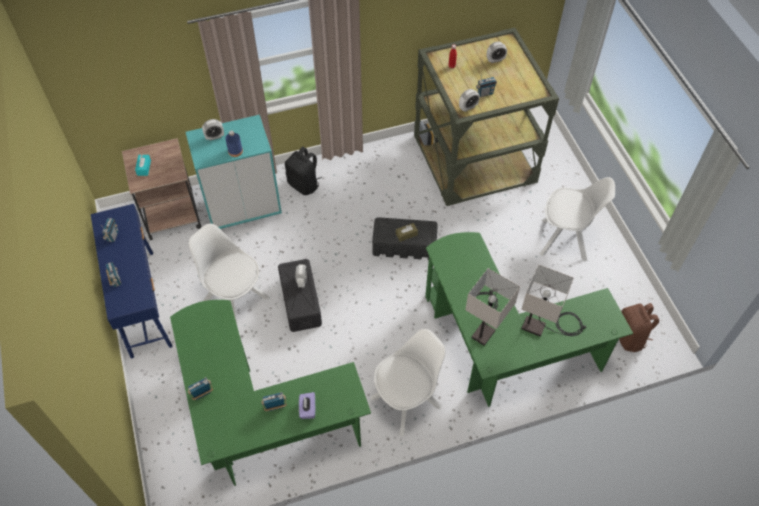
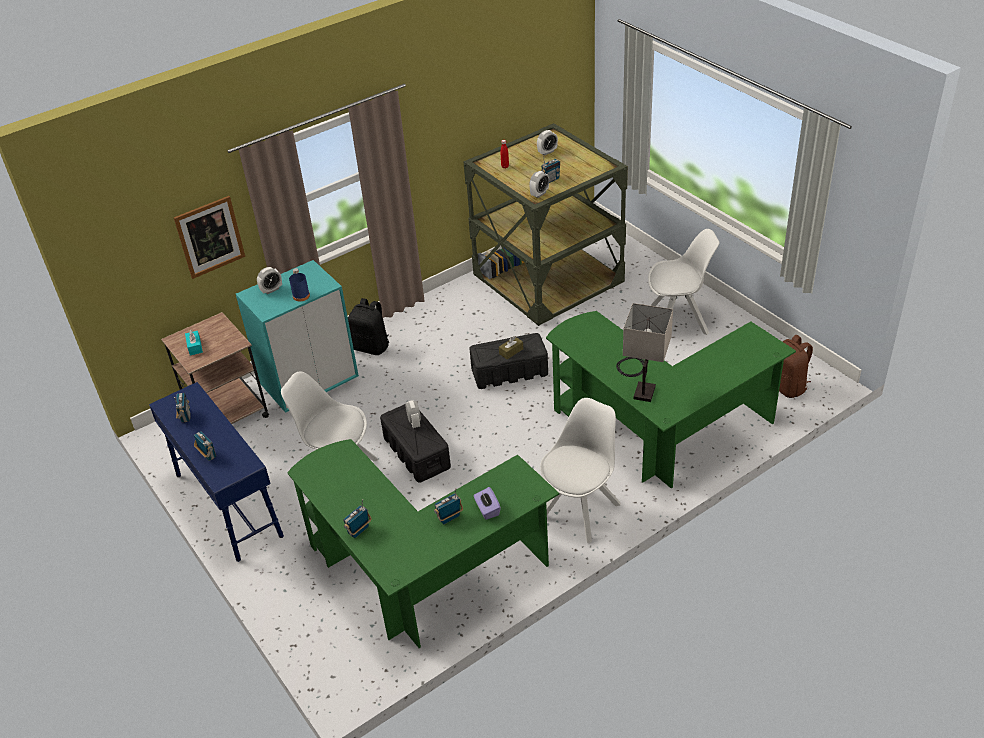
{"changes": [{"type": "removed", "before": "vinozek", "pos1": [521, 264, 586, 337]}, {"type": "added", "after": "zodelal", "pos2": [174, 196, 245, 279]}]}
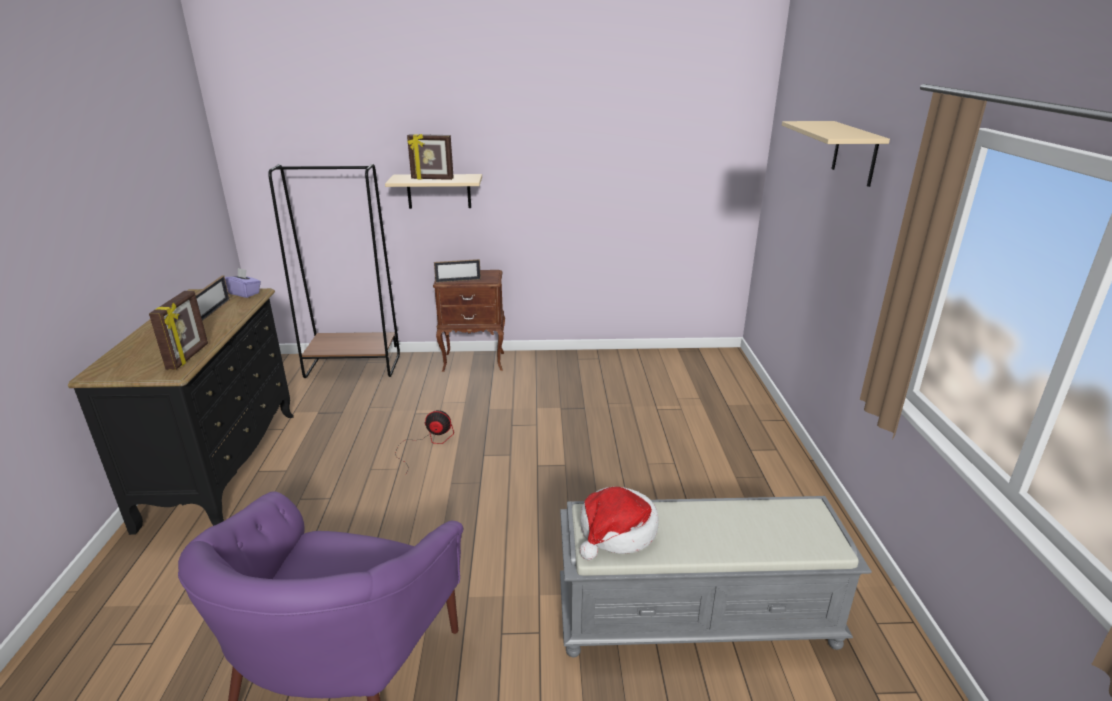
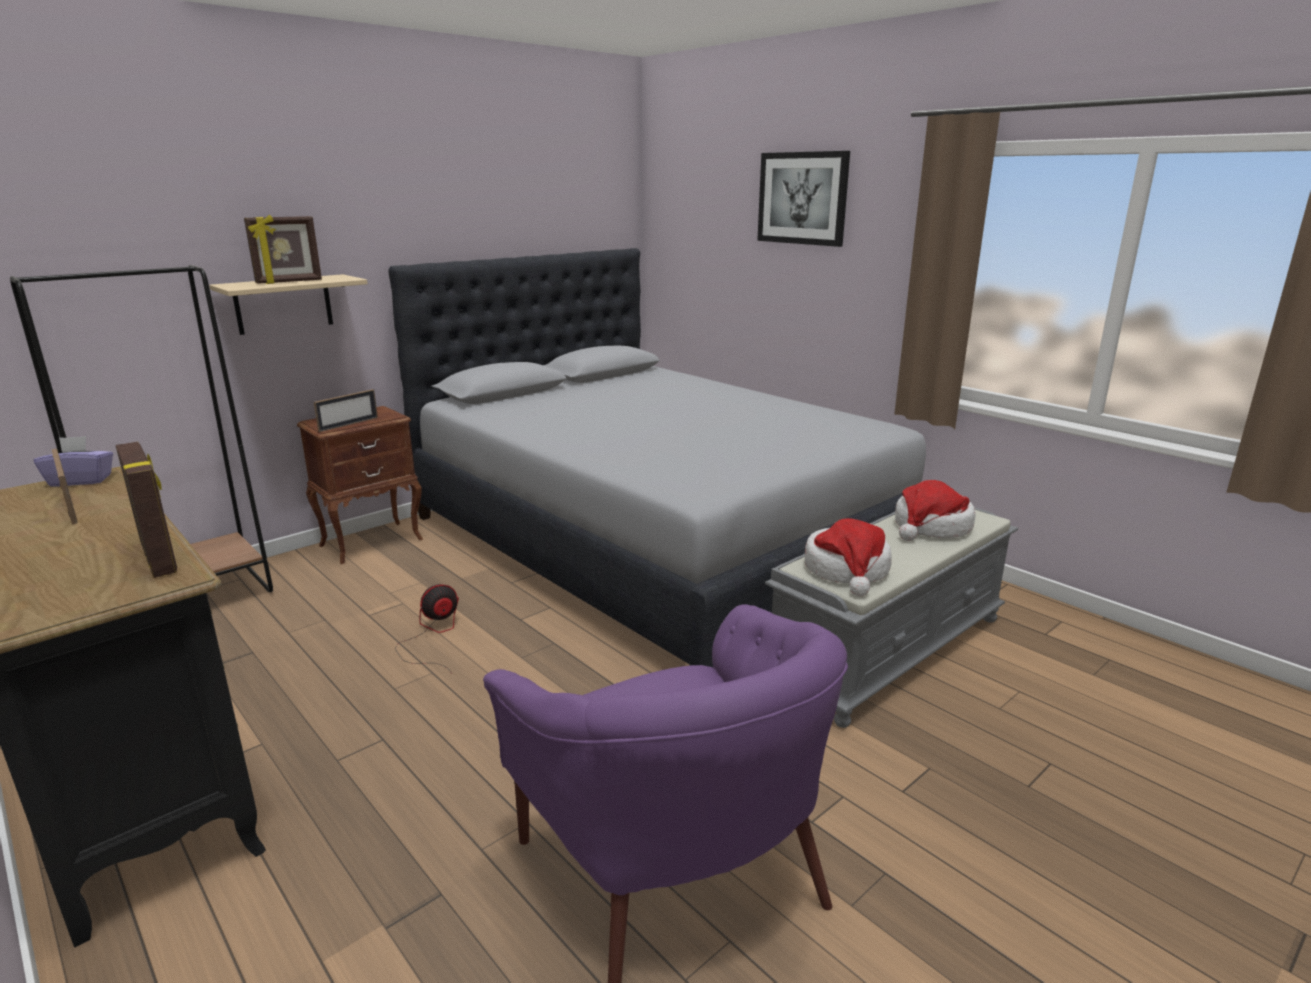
{"changes": [{"type": "replaced", "before": "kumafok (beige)", "after": "zodelal", "pos1": [782, 121, 890, 187], "pos2": [757, 151, 850, 247]}, {"type": "added", "after": "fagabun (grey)", "pos2": [389, 248, 926, 667]}, {"type": "added", "after": "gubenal", "pos2": [895, 480, 976, 541]}]}
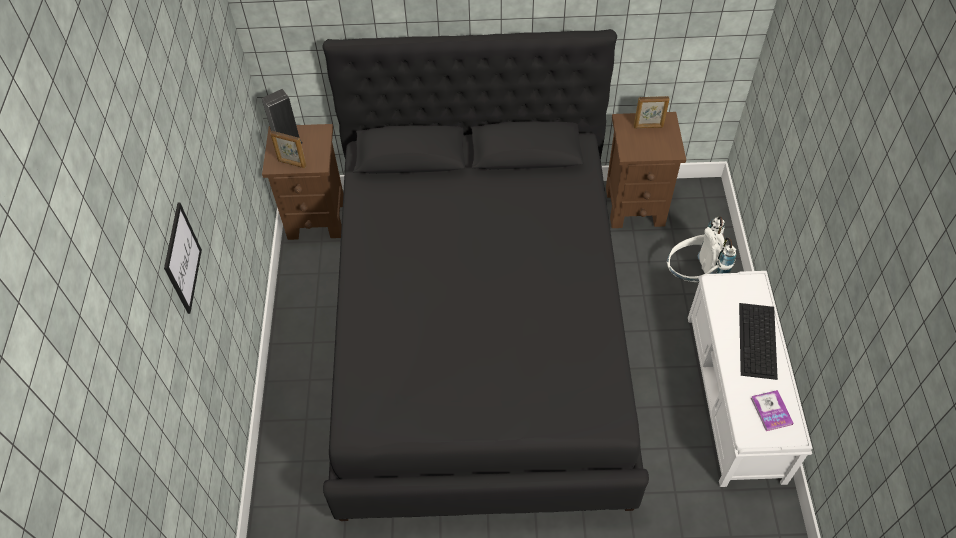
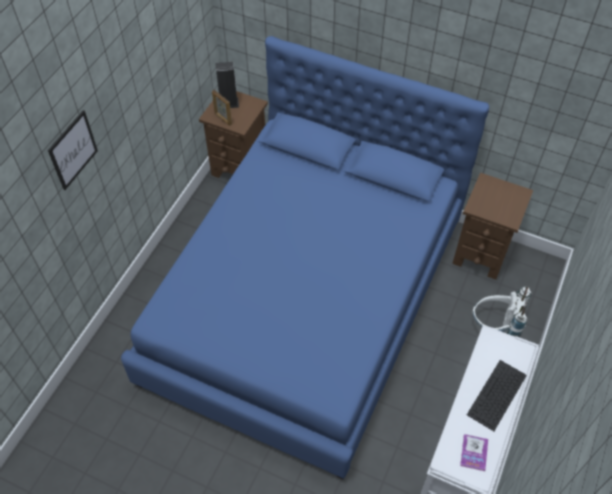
{"changes": [{"type": "recoloured", "before": "fagabun (black)", "after": "fagabun (blue)", "pos1": [322, 29, 649, 521], "pos2": [121, 36, 489, 479]}, {"type": "removed", "before": "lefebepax", "pos1": [634, 96, 670, 128]}]}
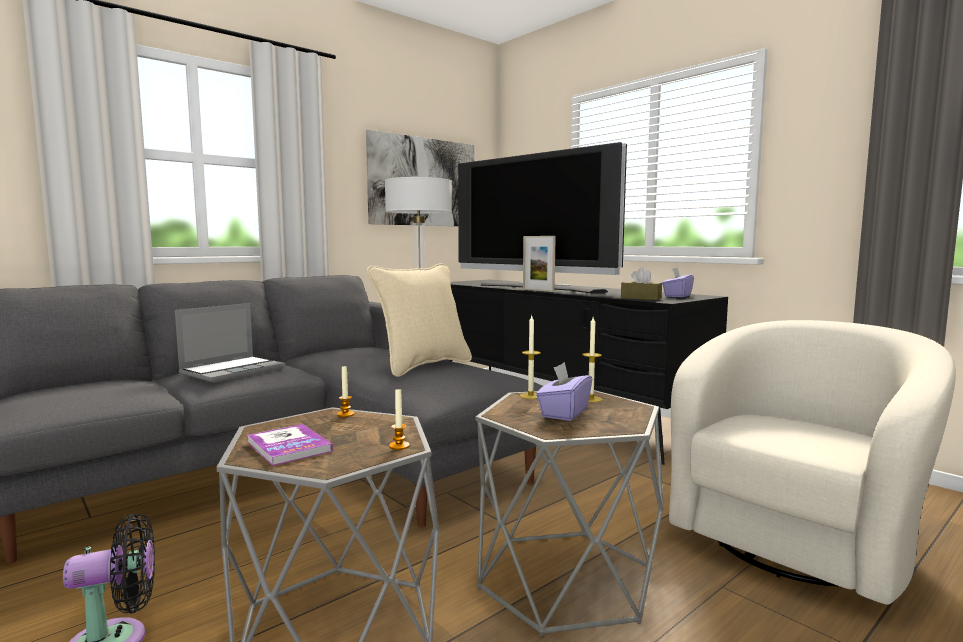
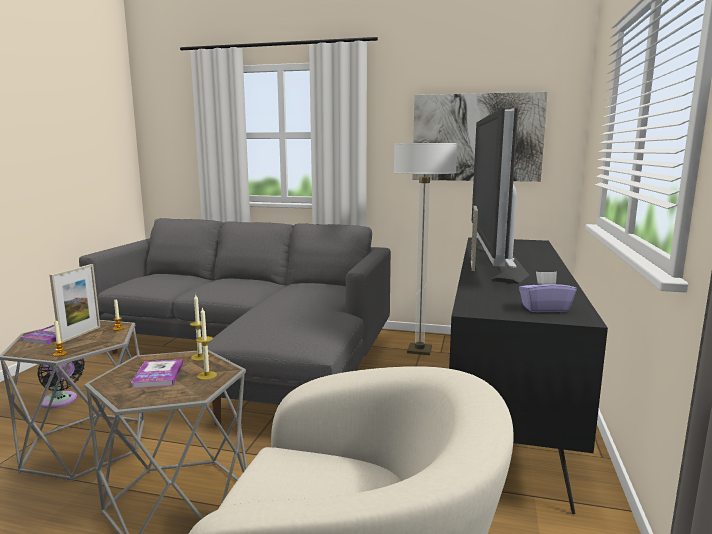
{"changes": [{"type": "removed", "before": "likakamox", "pos1": [175, 303, 285, 383]}, {"type": "removed", "before": "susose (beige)", "pos1": [367, 263, 472, 377]}, {"type": "replaced", "before": "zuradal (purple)", "after": "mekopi", "pos1": [536, 362, 592, 421], "pos2": [131, 359, 183, 388]}, {"type": "removed", "before": "zuradal (brown)", "pos1": [621, 267, 662, 300]}, {"type": "added", "after": "lefebepax", "pos2": [49, 264, 100, 342]}]}
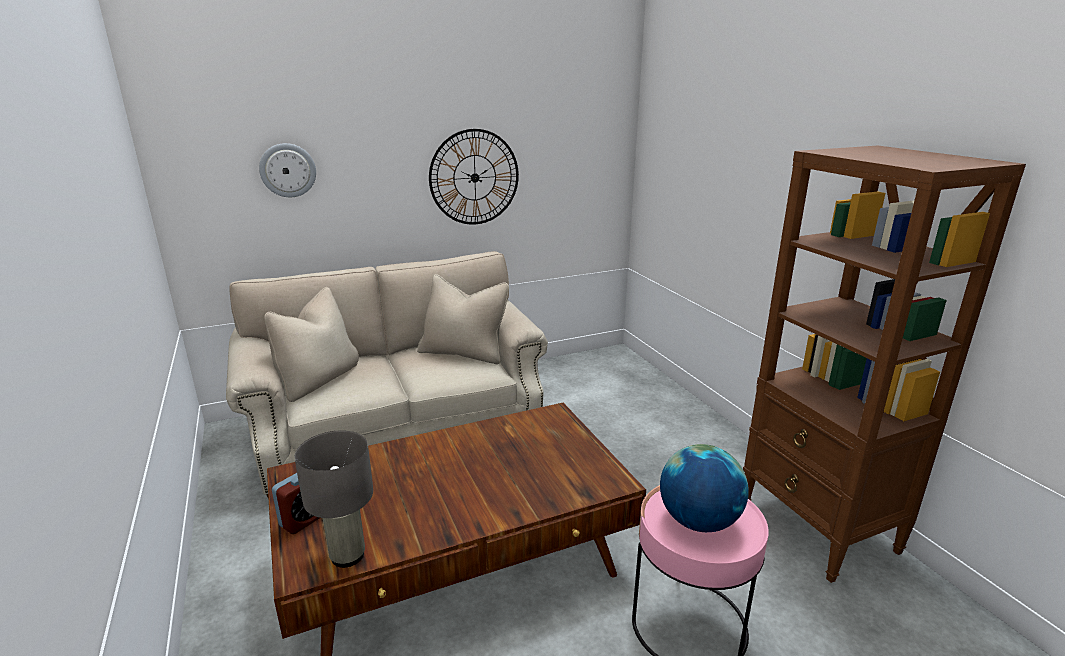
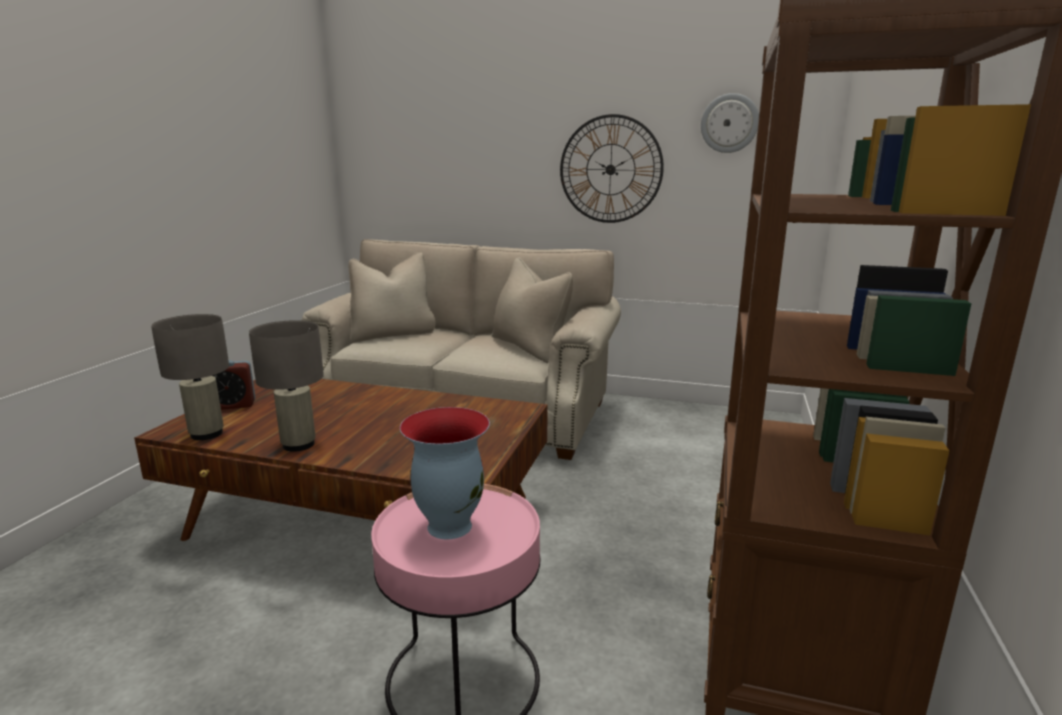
{"changes": [{"type": "moved", "before": "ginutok", "pos1": [259, 143, 316, 197], "pos2": [701, 93, 759, 153]}, {"type": "replaced", "before": "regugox", "after": "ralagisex", "pos1": [660, 444, 749, 532], "pos2": [400, 407, 490, 539]}, {"type": "added", "after": "vinozek (grey)", "pos2": [249, 320, 324, 452]}]}
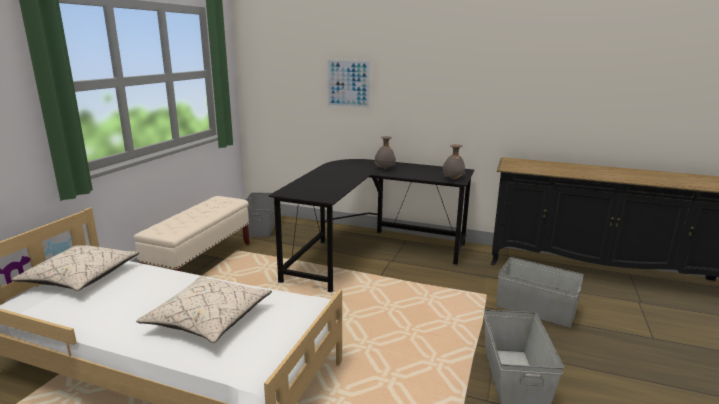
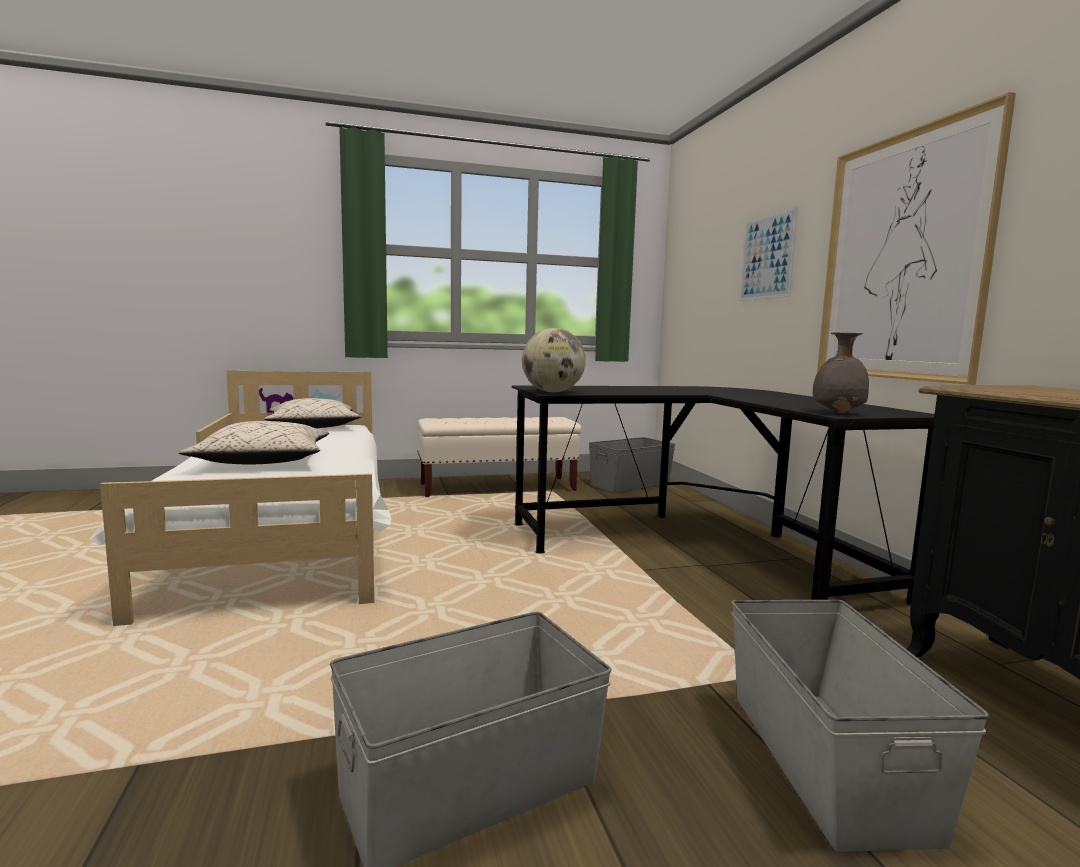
{"changes": [{"type": "removed", "before": "ralagisex (grey)", "pos1": [375, 136, 396, 169]}, {"type": "added", "after": "regugox", "pos2": [522, 328, 586, 392]}, {"type": "added", "after": "zodelal", "pos2": [817, 92, 1016, 385]}]}
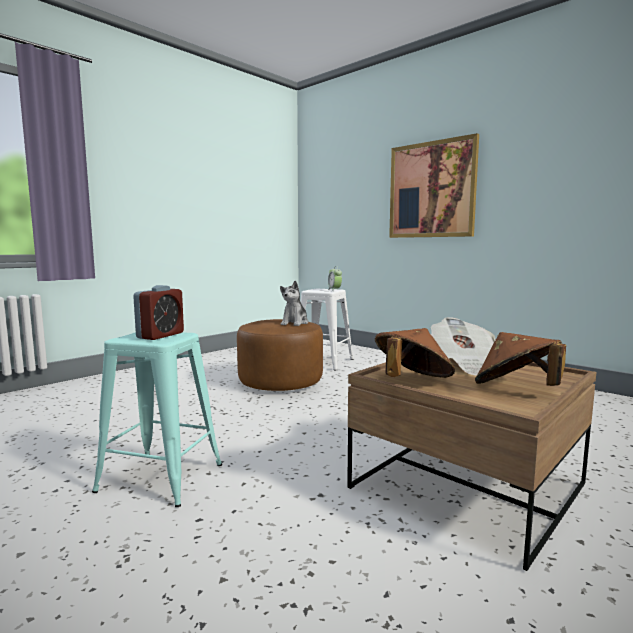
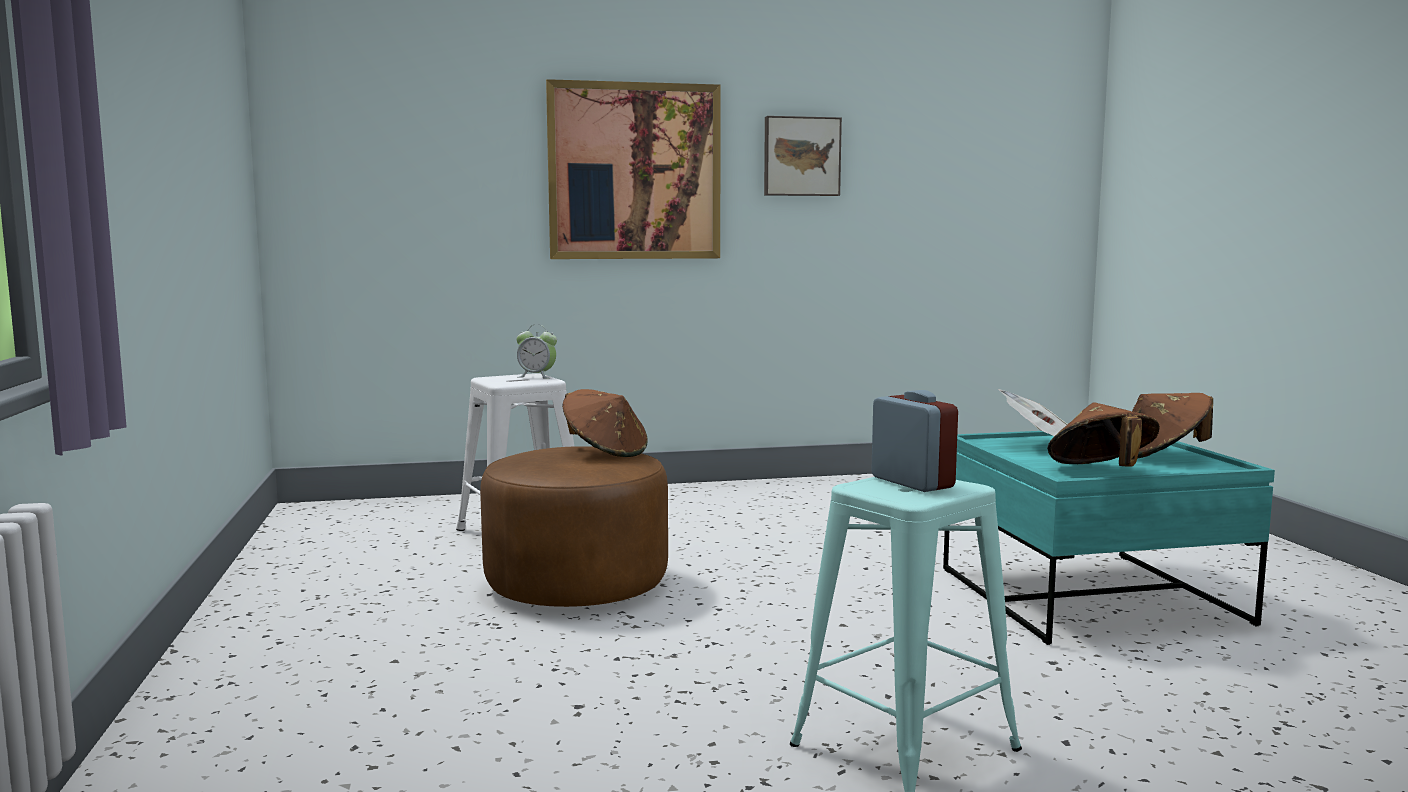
{"changes": [{"type": "replaced", "before": "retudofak", "after": "gubenal (brown)", "pos1": [280, 281, 308, 326], "pos2": [562, 389, 648, 457]}, {"type": "recoloured", "before": "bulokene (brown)", "after": "bulokene (turquoise)", "pos1": [347, 358, 597, 571], "pos2": [943, 431, 1275, 645]}, {"type": "added", "after": "zodelal", "pos2": [764, 116, 842, 196]}]}
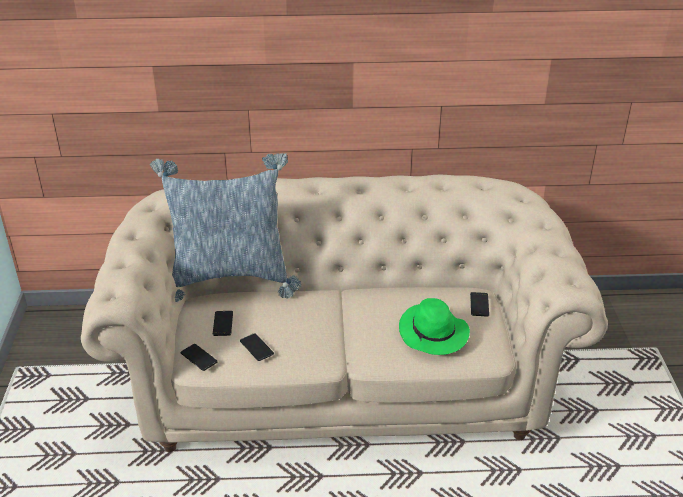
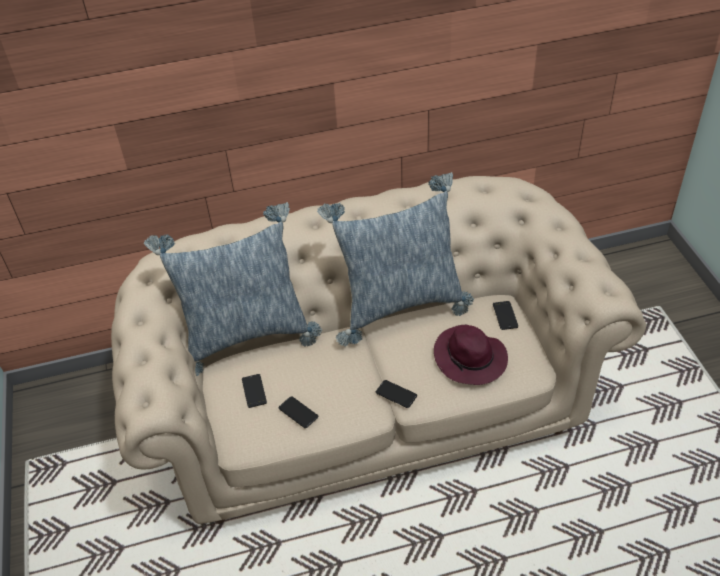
{"changes": [{"type": "moved", "before": "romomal", "pos1": [181, 344, 218, 371], "pos2": [376, 380, 417, 408]}, {"type": "recoloured", "before": "gubenal (green)", "after": "gubenal (purple)", "pos1": [399, 298, 470, 355], "pos2": [434, 325, 508, 385]}, {"type": "added", "after": "susose", "pos2": [317, 172, 474, 346]}]}
